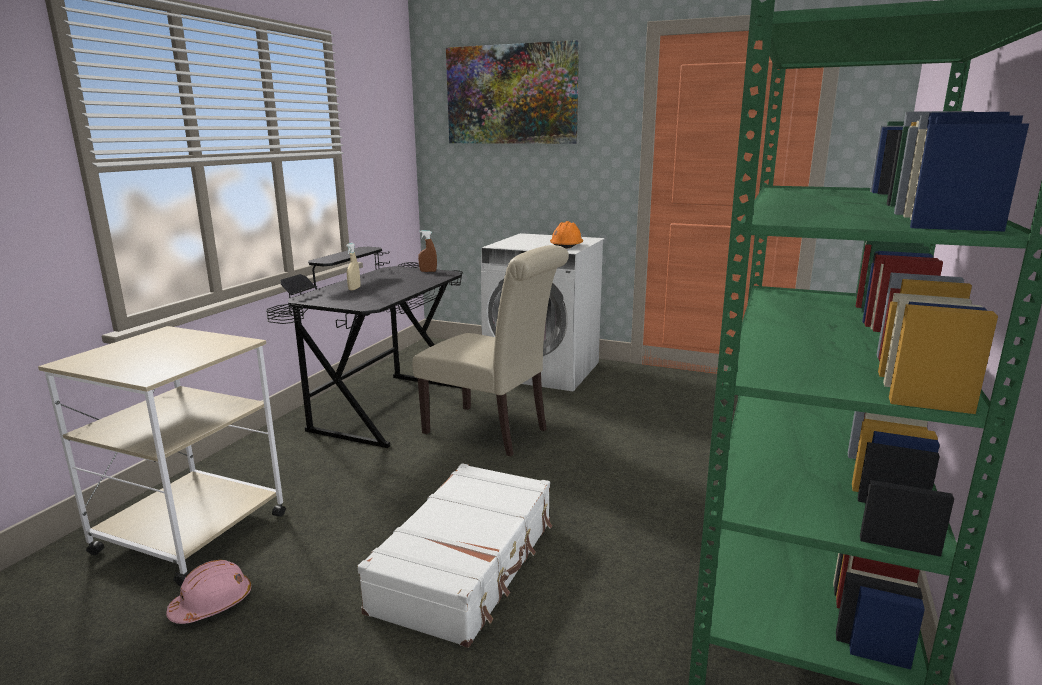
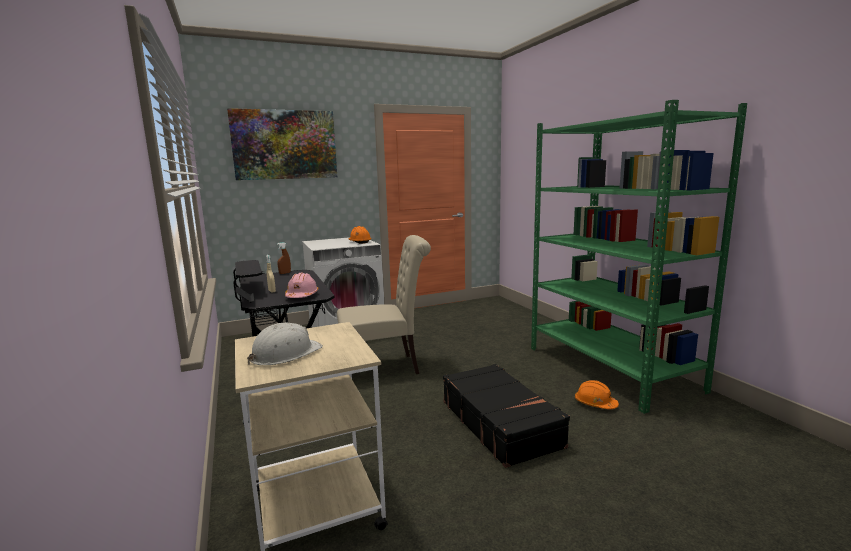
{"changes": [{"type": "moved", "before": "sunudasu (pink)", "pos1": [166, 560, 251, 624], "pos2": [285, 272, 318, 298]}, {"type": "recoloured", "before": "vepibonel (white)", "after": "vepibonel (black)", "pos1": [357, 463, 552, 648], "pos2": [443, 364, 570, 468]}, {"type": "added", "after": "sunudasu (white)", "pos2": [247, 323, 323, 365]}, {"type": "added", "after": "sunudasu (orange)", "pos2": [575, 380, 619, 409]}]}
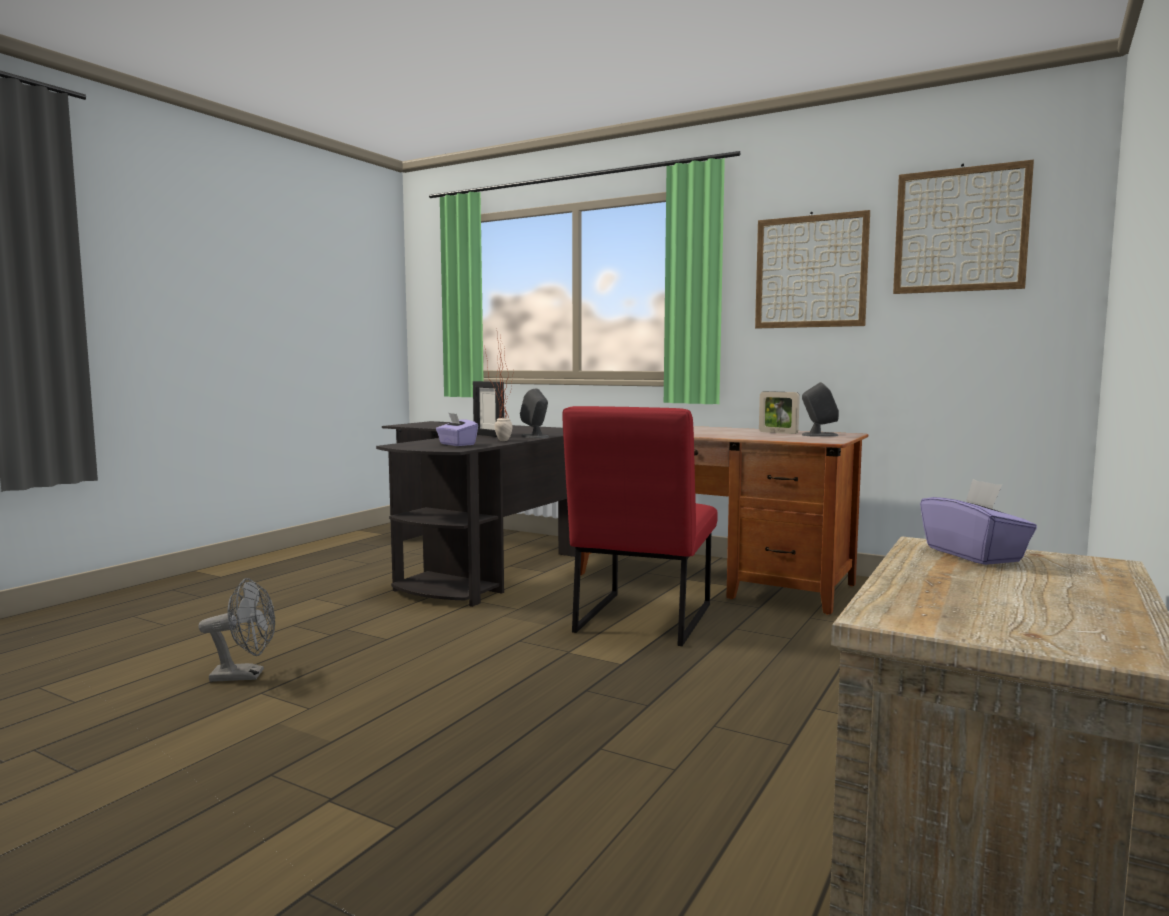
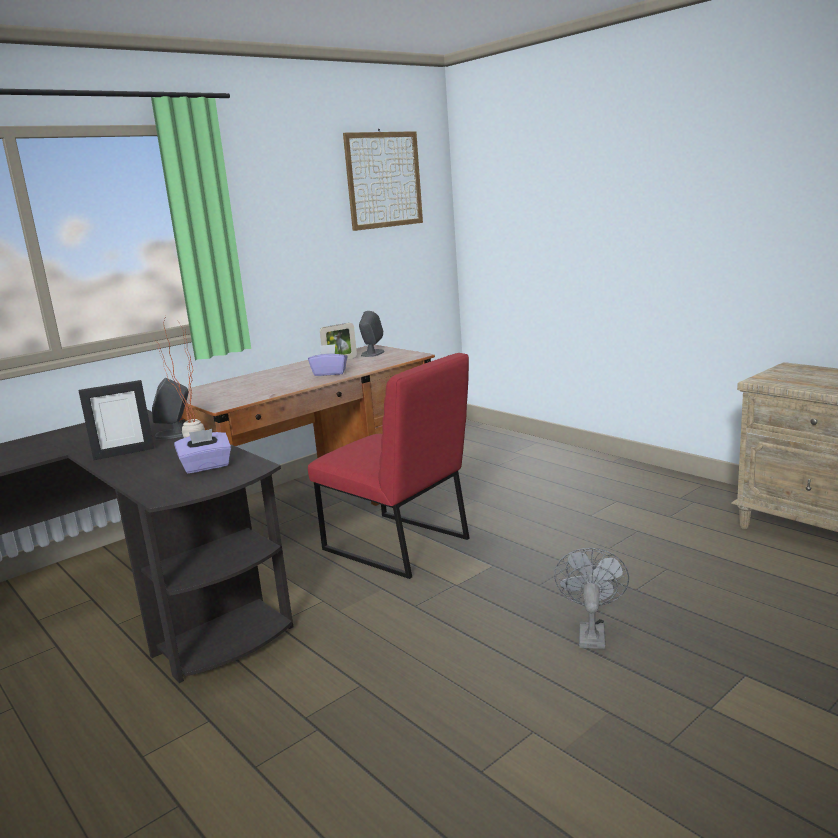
{"changes": [{"type": "moved", "before": "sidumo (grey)", "pos1": [198, 578, 275, 682], "pos2": [554, 548, 629, 649]}, {"type": "removed", "before": "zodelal", "pos1": [755, 210, 870, 329]}, {"type": "moved", "before": "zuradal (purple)", "pos1": [920, 479, 1037, 565], "pos2": [308, 344, 348, 376]}]}
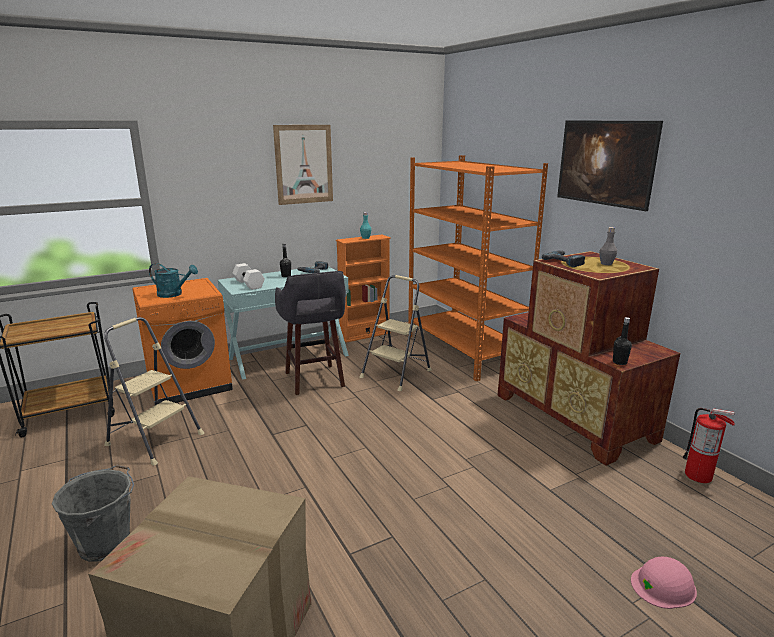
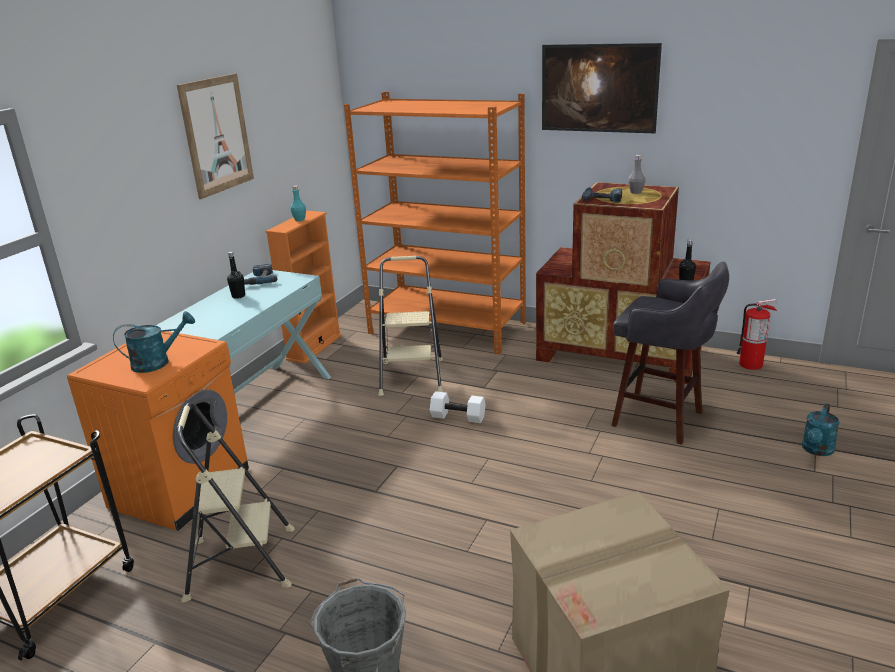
{"changes": [{"type": "moved", "before": "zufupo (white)", "pos1": [232, 263, 265, 290], "pos2": [430, 391, 486, 423]}, {"type": "moved", "before": "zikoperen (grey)", "pos1": [275, 271, 346, 395], "pos2": [612, 261, 729, 445]}, {"type": "replaced", "before": "sunudasu (pink)", "after": "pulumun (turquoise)", "pos1": [631, 557, 697, 609], "pos2": [802, 403, 840, 456]}]}
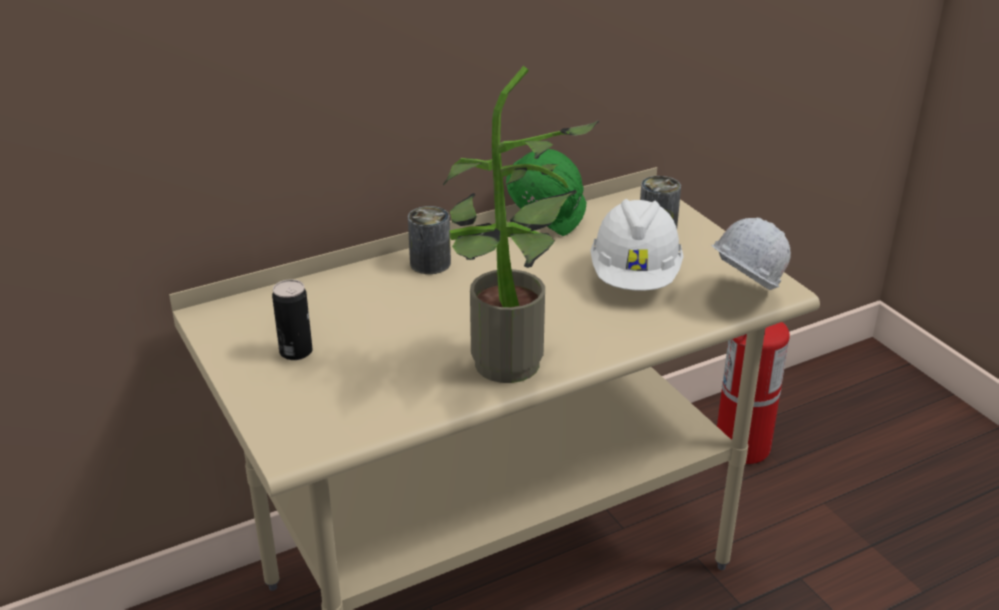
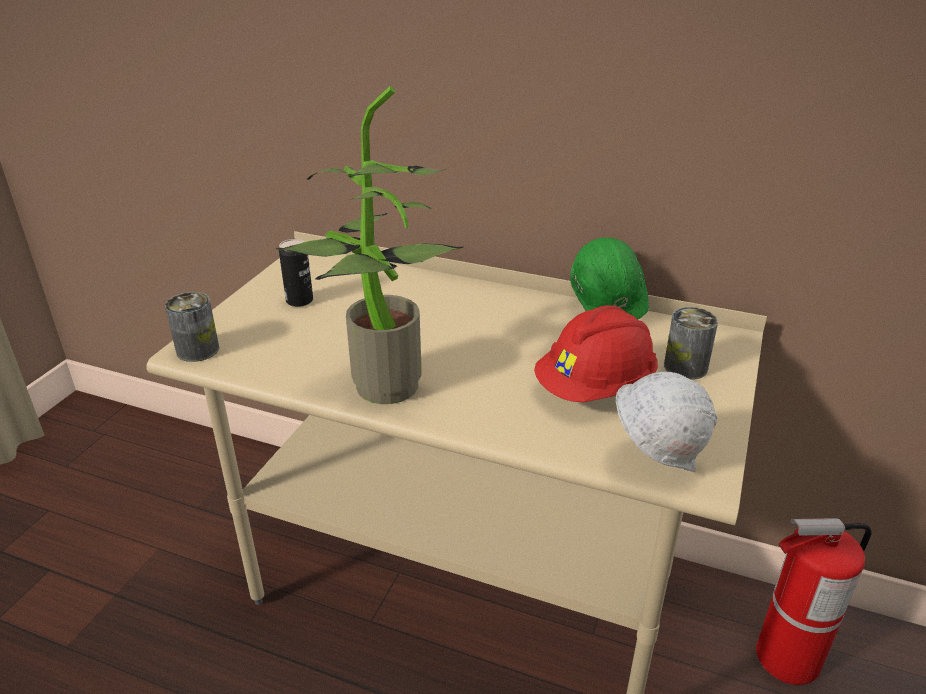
{"changes": [{"type": "moved", "before": "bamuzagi", "pos1": [408, 206, 451, 274], "pos2": [165, 292, 219, 362]}, {"type": "recoloured", "before": "sunudasu (white)", "after": "sunudasu (red)", "pos1": [590, 199, 684, 290], "pos2": [534, 305, 658, 402]}]}
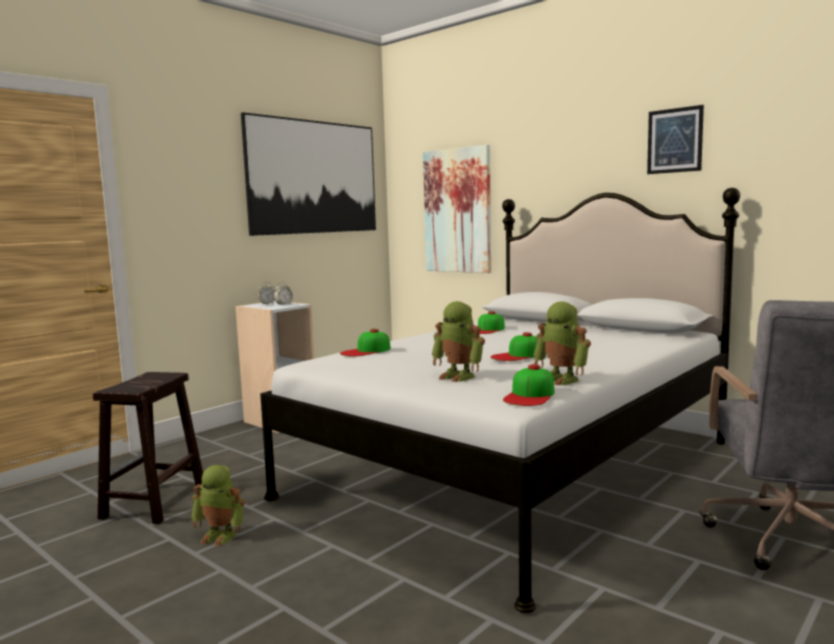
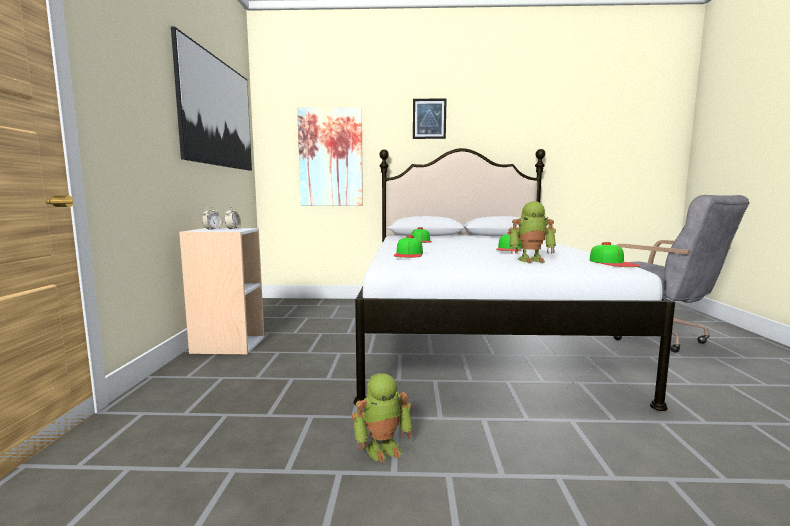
{"changes": [{"type": "removed", "before": "zikoperen (brown)", "pos1": [93, 372, 203, 524]}, {"type": "removed", "before": "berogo", "pos1": [533, 301, 591, 385]}, {"type": "moved", "before": "zodelal", "pos1": [647, 105, 704, 174], "pos2": [413, 98, 446, 139]}]}
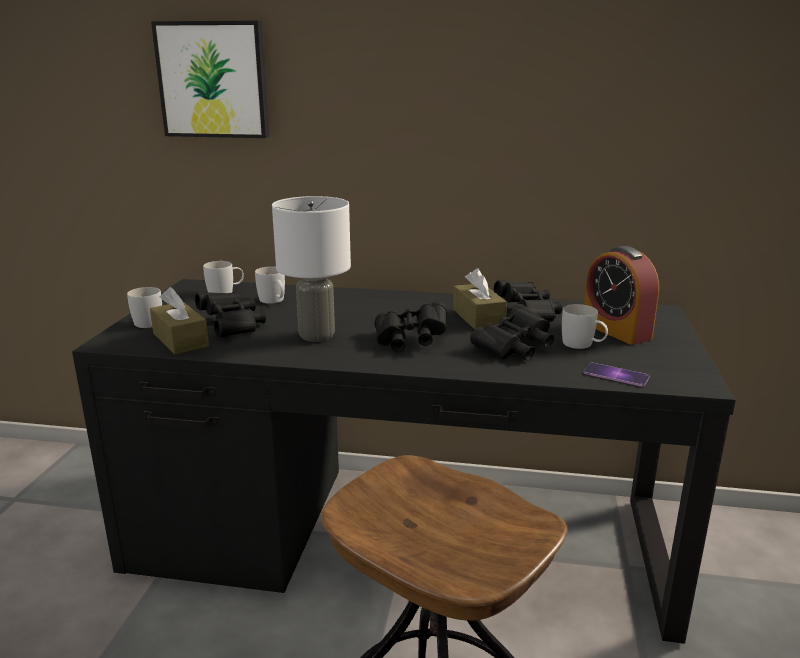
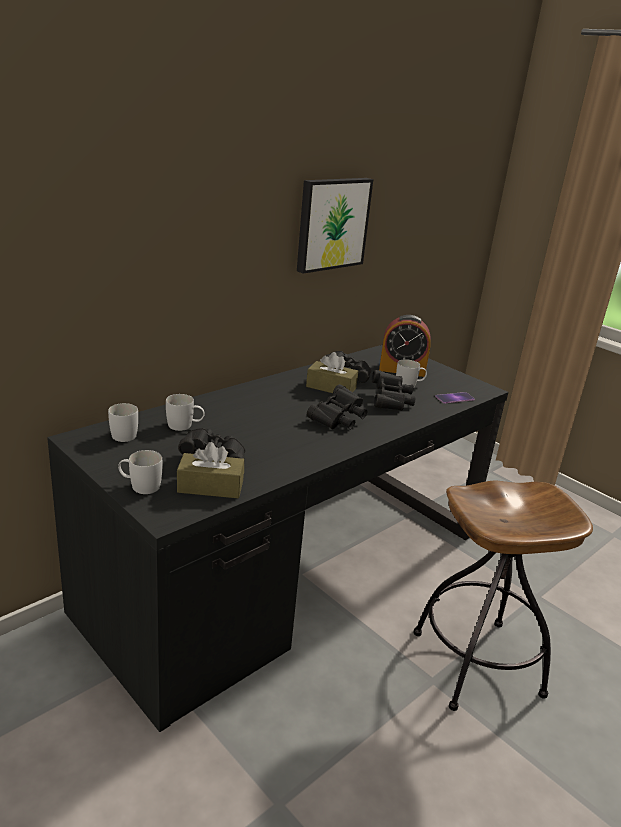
{"changes": [{"type": "moved", "before": "zodelal", "pos1": [151, 21, 270, 138], "pos2": [297, 178, 373, 274]}, {"type": "removed", "before": "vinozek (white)", "pos1": [272, 196, 351, 342]}]}
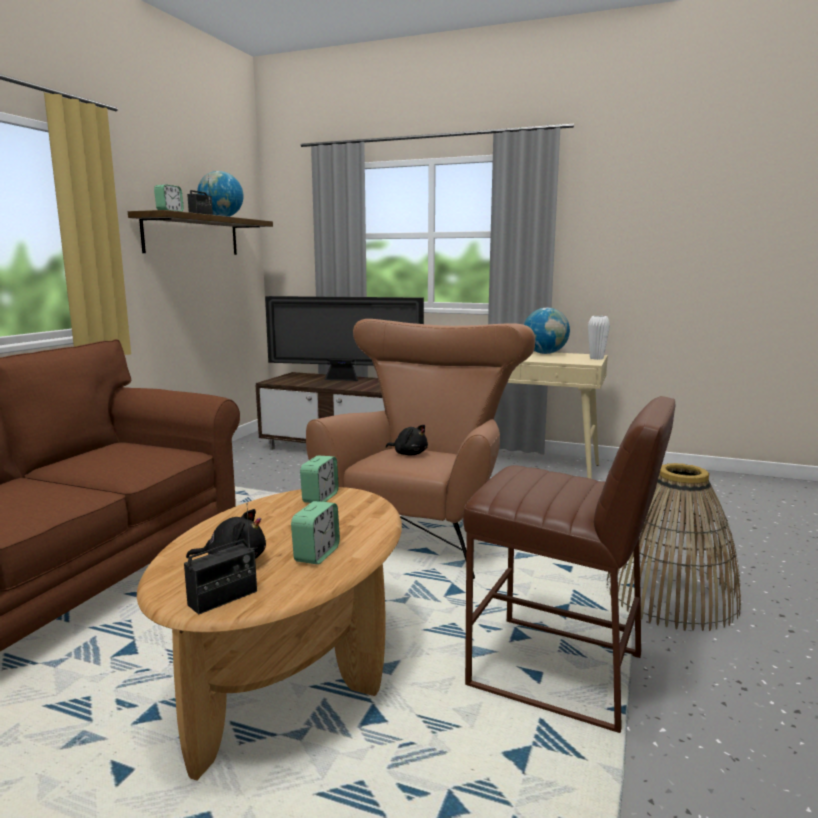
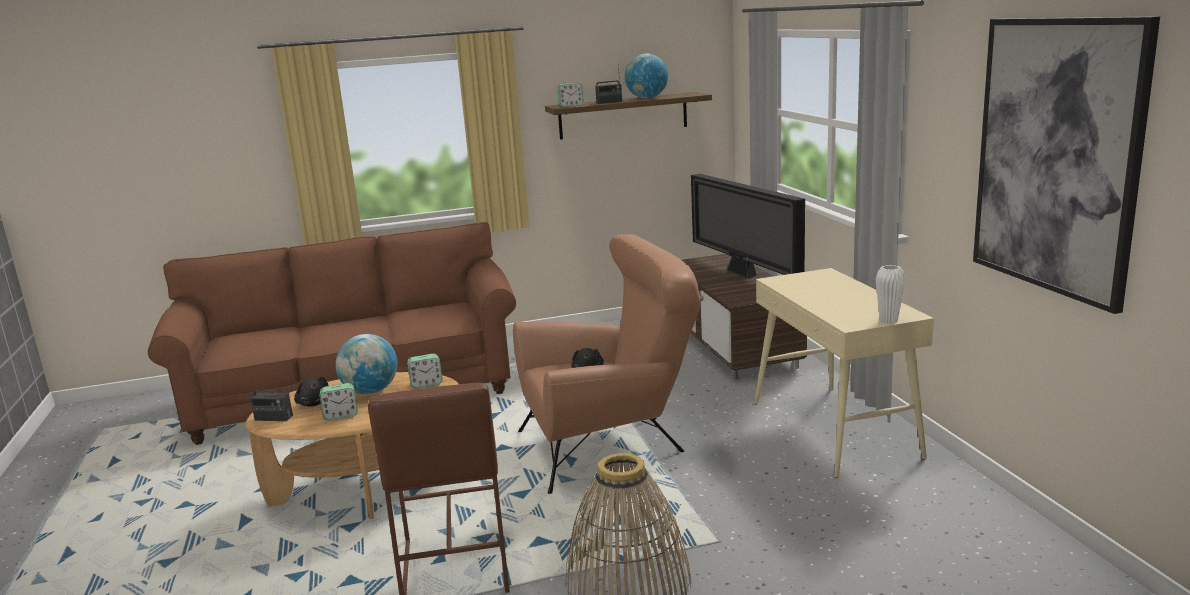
{"changes": [{"type": "moved", "before": "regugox", "pos1": [524, 308, 570, 354], "pos2": [335, 334, 398, 394]}, {"type": "added", "after": "zodelal", "pos2": [973, 16, 1160, 314]}]}
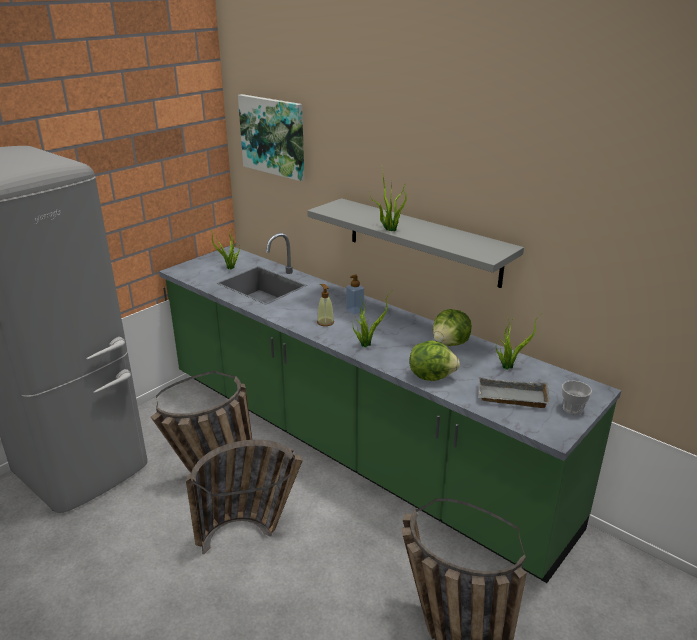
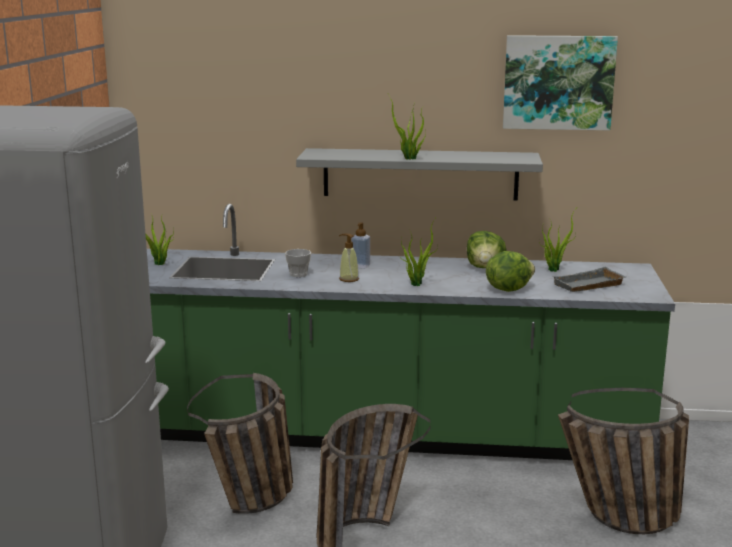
{"changes": [{"type": "moved", "before": "zodelal", "pos1": [238, 94, 305, 181], "pos2": [503, 35, 618, 130]}, {"type": "moved", "before": "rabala", "pos1": [562, 381, 592, 415], "pos2": [285, 249, 311, 277]}]}
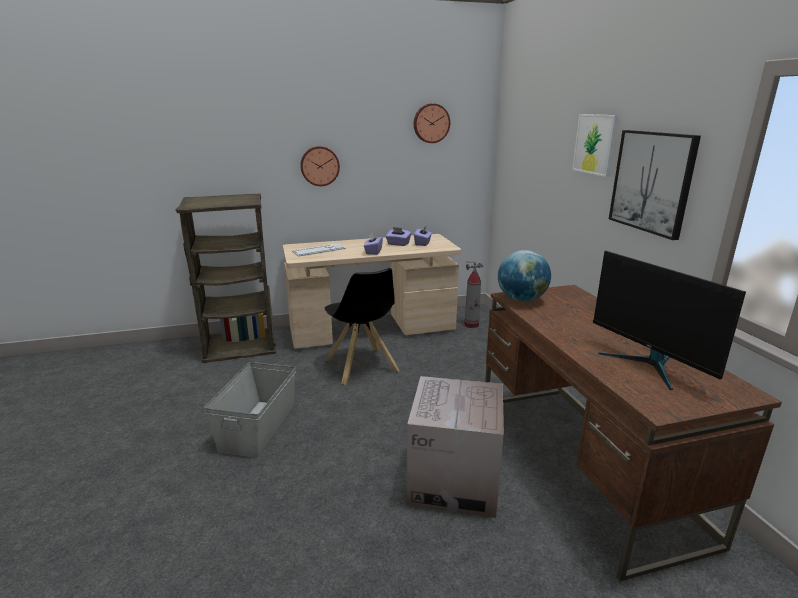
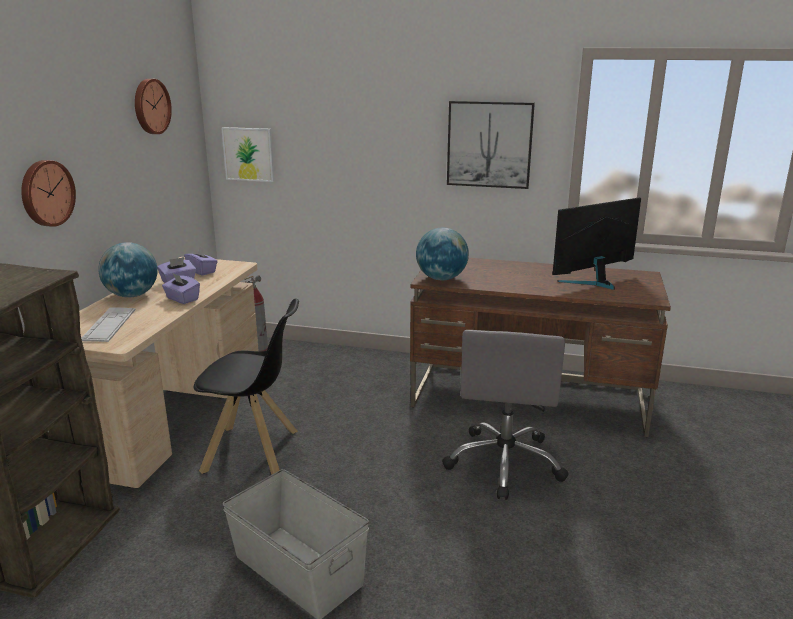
{"changes": [{"type": "replaced", "before": "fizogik", "after": "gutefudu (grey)", "pos1": [407, 376, 504, 518], "pos2": [442, 330, 568, 500]}, {"type": "moved", "before": "zodelal", "pos1": [572, 114, 618, 177], "pos2": [221, 127, 274, 182]}, {"type": "turned", "before": "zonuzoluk", "pos1": [593, 251, 746, 390], "pos2": [552, 197, 641, 290], "turn": 150}, {"type": "added", "after": "regugox", "pos2": [98, 242, 158, 298]}]}
